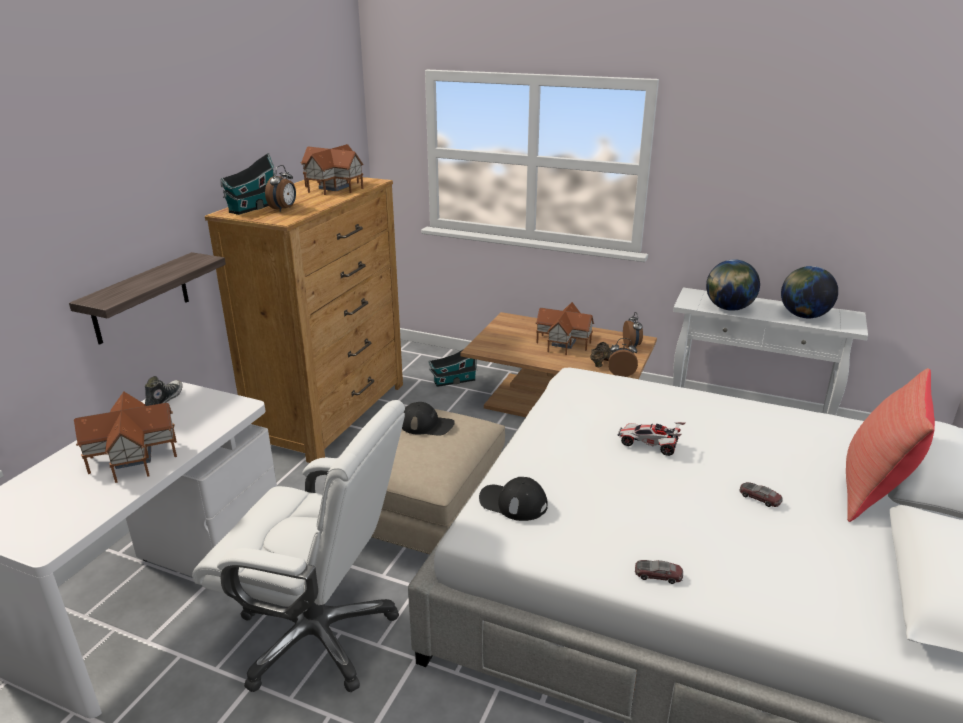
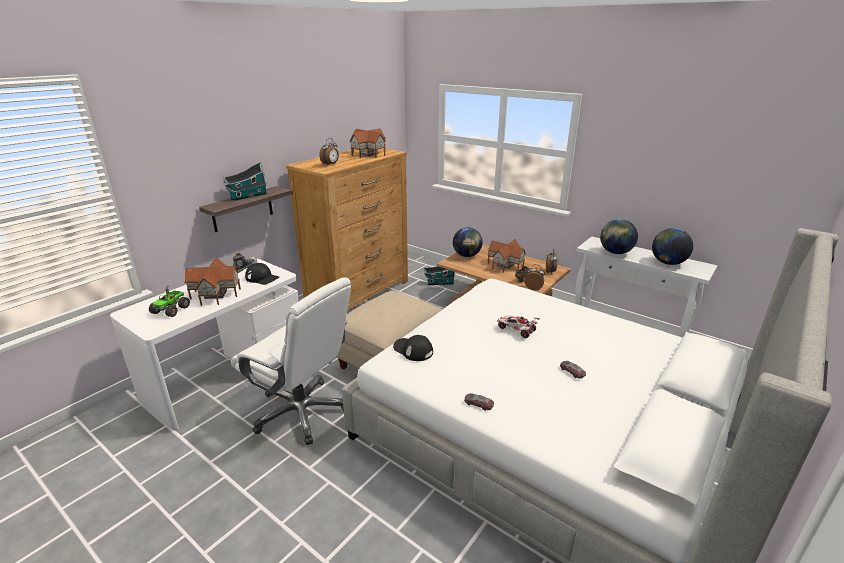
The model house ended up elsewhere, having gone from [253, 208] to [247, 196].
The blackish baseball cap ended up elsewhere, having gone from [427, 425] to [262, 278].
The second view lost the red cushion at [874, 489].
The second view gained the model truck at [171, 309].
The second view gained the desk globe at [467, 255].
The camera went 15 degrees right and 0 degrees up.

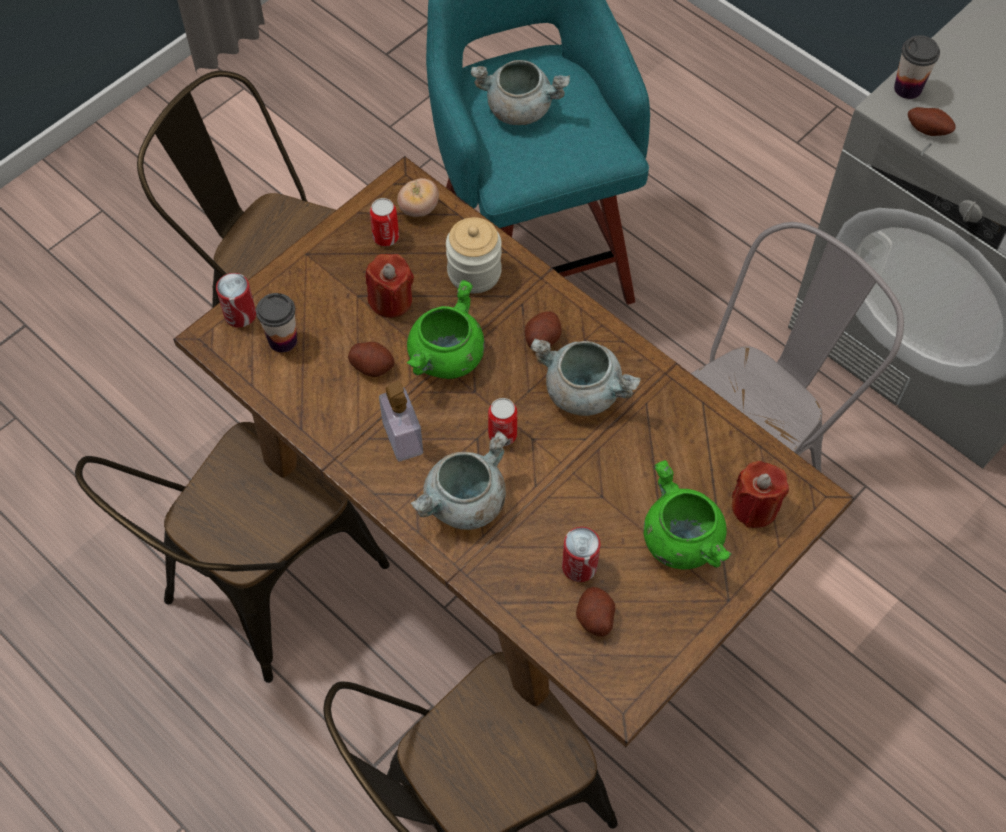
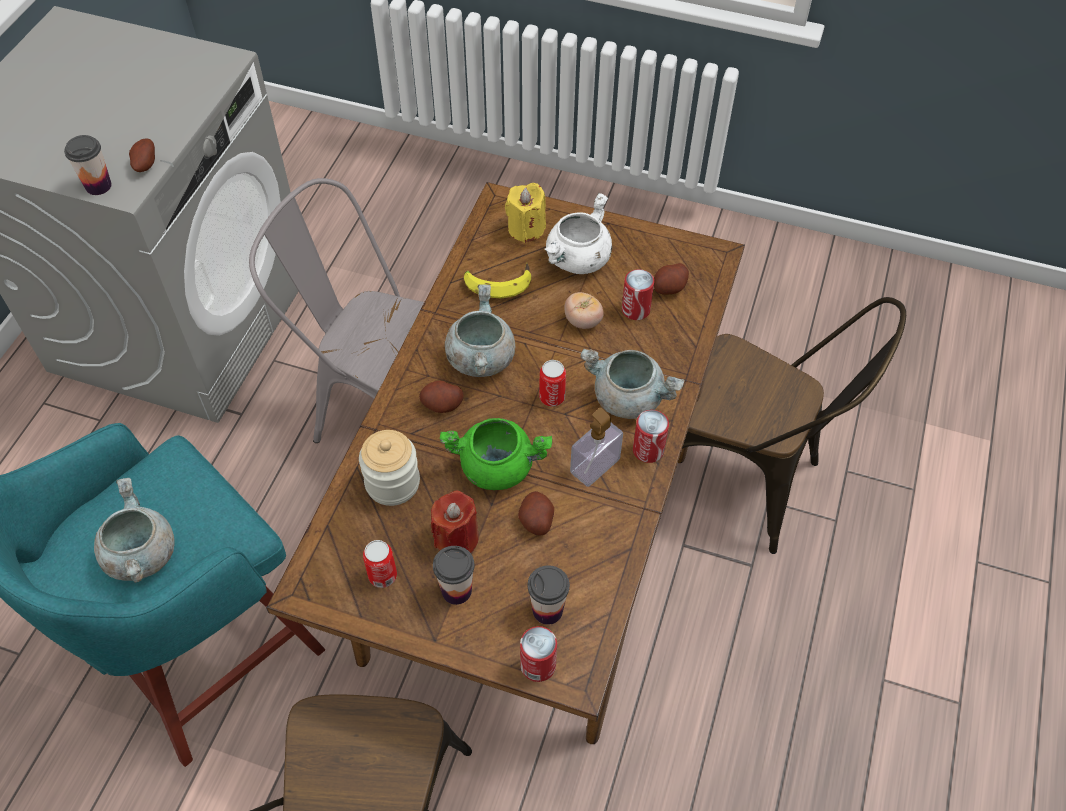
The second view lost the brown upright chair at [260, 591].
The whole tomato ended up elsewhere, having gone from [418, 209] to [583, 321].
What was the green saucepot at [681, 540] turned into the white-coloured saucepot at [578, 260].
What was the red wax light at [754, 507] turned into the yellowish wax light at [526, 228].
The second view gained the cup at [456, 590].
The second view gained the banana fruit at [498, 282].
The second view gained the metal can at [648, 450].
The camera went 115 degrees left and 5 degrees down.

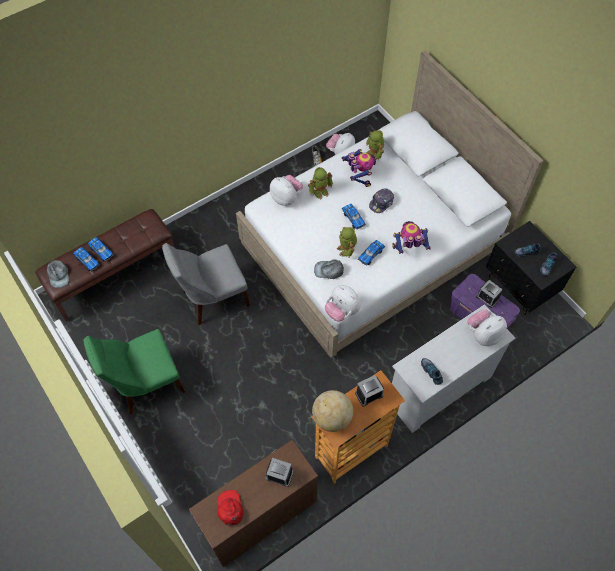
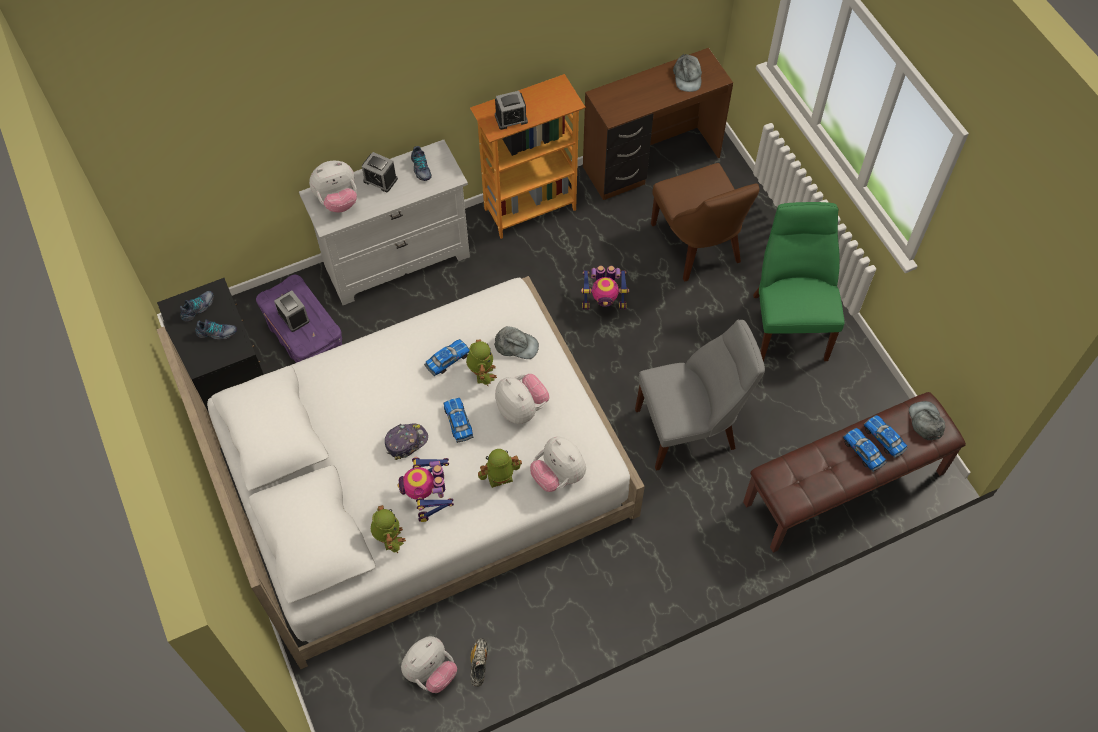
The green upright chair at [146, 384] ended up facing another way, 75 degrees counterclockwise from before.
What was the red baseball cap at [230, 508] turned into the grey baseball cap at [687, 76].
The alarm clock ended up elsewhere, having gone from [279, 475] to [380, 180].
The second view lost the desk globe at [332, 418].
The soft toy ended up elsewhere, having gone from [342, 311] to [522, 408].
The model robot ended up elsewhere, having gone from [408, 249] to [604, 302].
The second view gained the brown upright chair at [698, 246].
The camera went 170 degrees left and 0 degrees up.

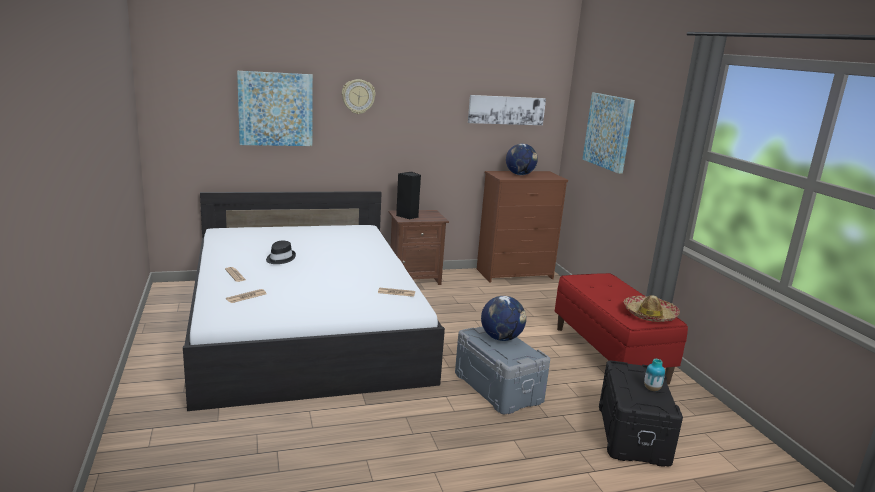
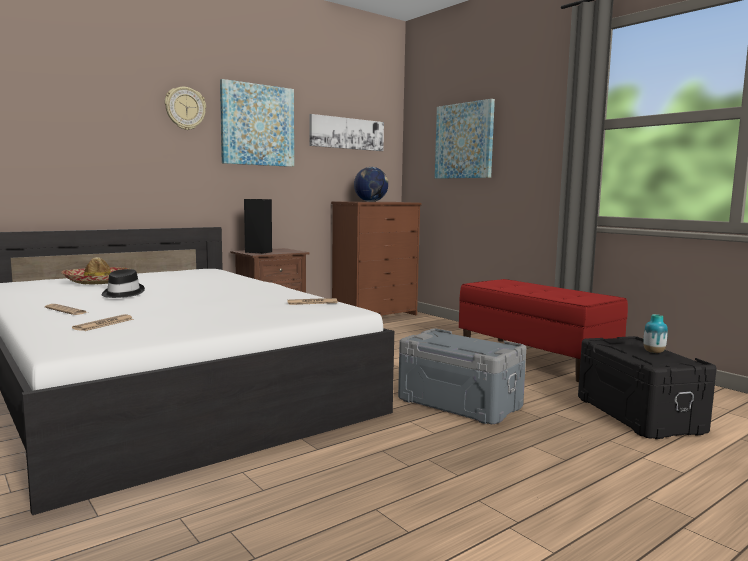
The wall art ended up elsewhere, having gone from [275, 109] to [257, 125].
The second view lost the desk globe at [501, 338].
The hat ended up elsewhere, having gone from [649, 315] to [97, 282].
The camera went 20 degrees left and 10 degrees down.

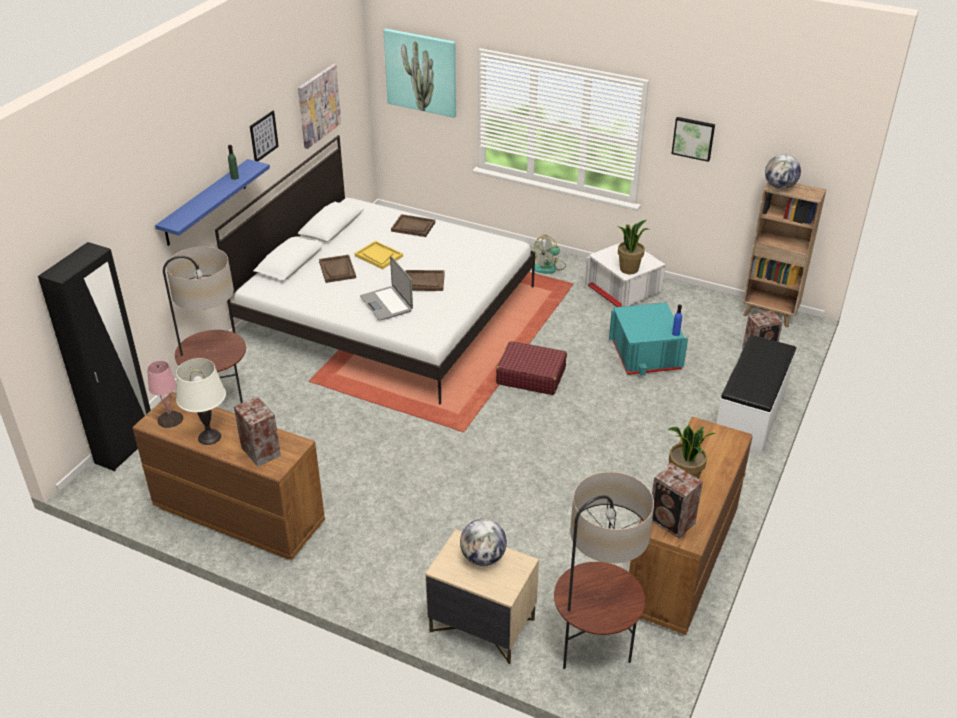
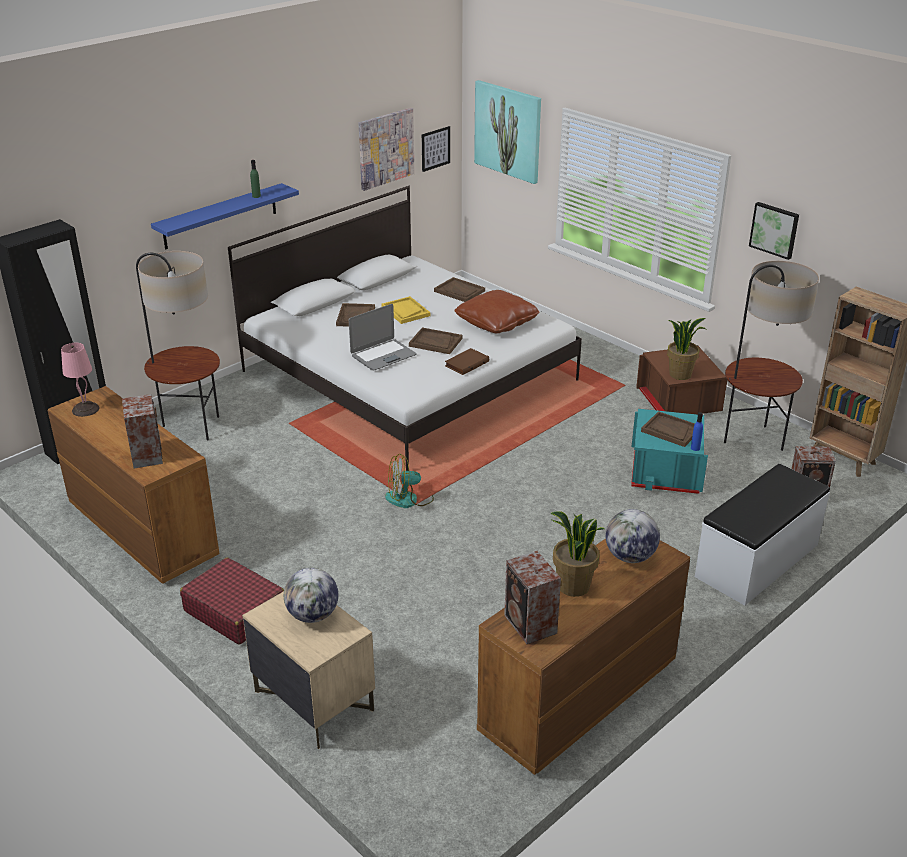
The second view lost the white-coloured tabletop lamp at [209, 437].
The wall art ended up elsewhere, having gone from [263, 136] to [435, 148].
The laptop at [386, 304] ended up facing another way, 120 degrees counterclockwise from before.
The red suitcase ended up elsewhere, having gone from [530, 376] to [234, 611].
The cooling fan ended up elsewhere, having gone from [549, 267] to [409, 498].
The floor lamp ended up elsewhere, having gone from [593, 654] to [752, 440].
What was the white-coloured storage container at [622, 291] turned into the brown storage container at [677, 402].
The desk globe ended up elsewhere, having gone from [779, 187] to [630, 557].
The second view gained the brown bound book at [466, 363].
The second view gained the brown cushion at [496, 323].
The second view gained the brown tray at [670, 430].
The camera went 20 degrees right and 5 degrees down.

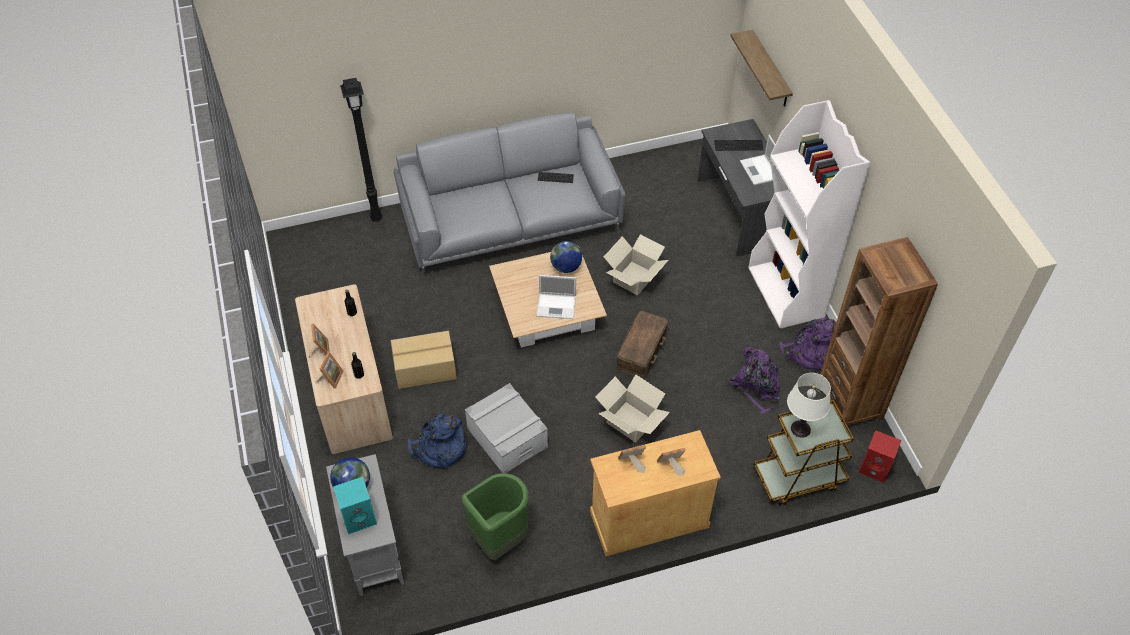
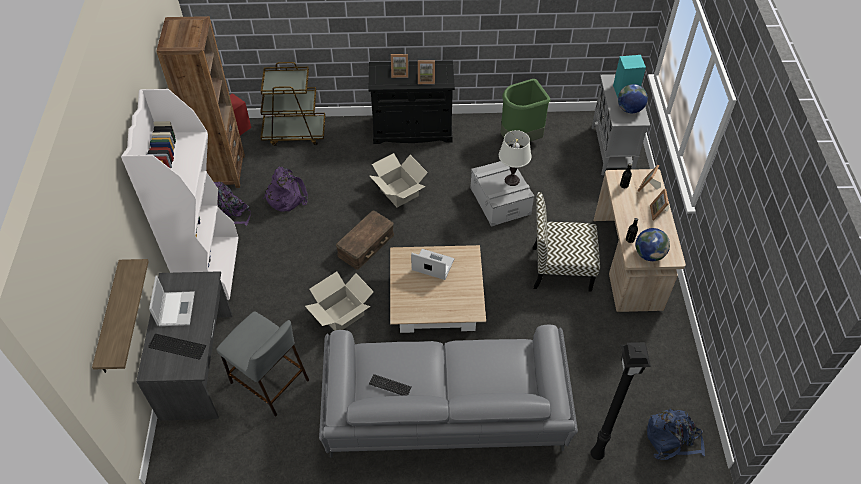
Where the cardboard box stood at [425, 369], the upright chair came to stand at [559, 269].
The bluish knapsack ended up elsewhere, having gone from [439, 449] to [672, 439].
The desk globe ended up elsewhere, having gone from [566, 267] to [649, 254].
What was the beige-coloured cabinet at [649, 519] turned into the blackish cabinet at [412, 130].
The white-coloured tabletop lamp ended up elsewhere, having gone from [800, 429] to [512, 180].
The second view gained the grey sitting stool at [268, 381].
The camera went 165 degrees left and 0 degrees up.

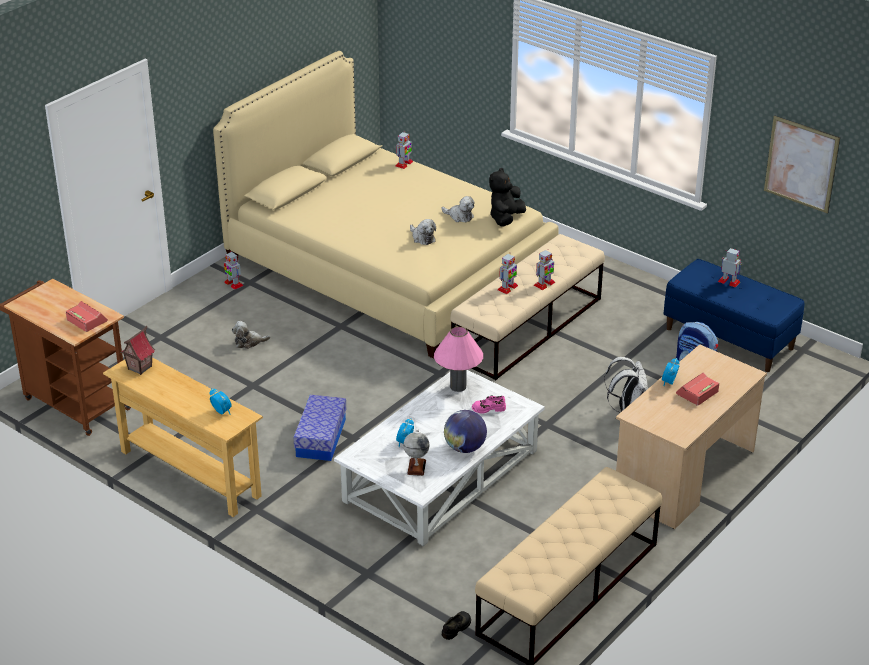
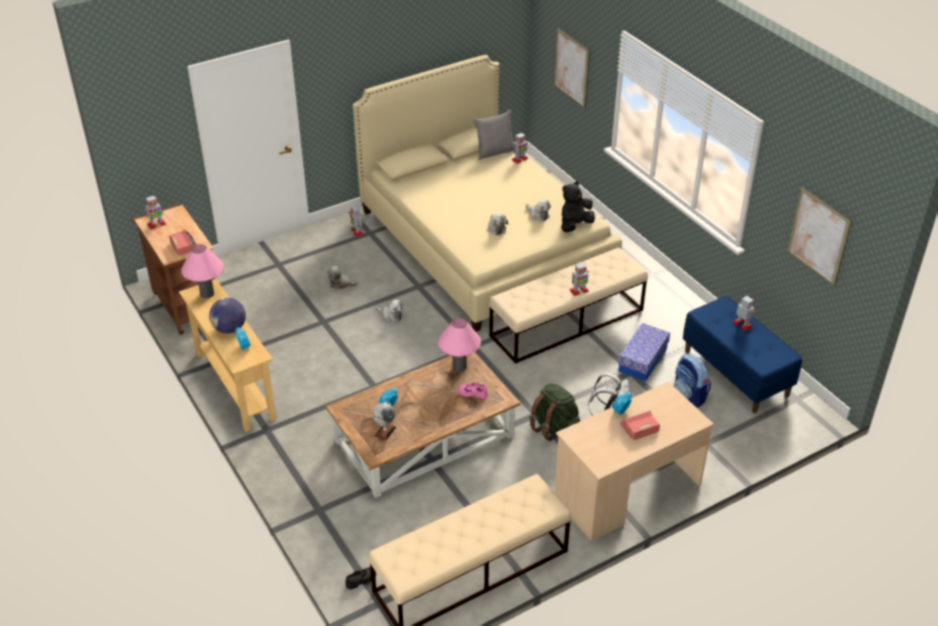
Where the model house stood at [139, 368], the pink tabletop lamp came to stand at [207, 294].
The storage container ended up elsewhere, having gone from [321, 438] to [642, 360].
What was the white-coloured lounge table at [441, 477] turned into the brown lounge table at [424, 439].
The desk globe ended up elsewhere, having gone from [465, 448] to [229, 329].
The model robot ended up elsewhere, having gone from [507, 288] to [156, 224].
The second view gained the soft toy at [391, 315].
The second view gained the grey cushion at [495, 151].
The second view gained the green knapsack at [554, 428].
The second view gained the wall art at [571, 67].
The camera went 20 degrees right and 5 degrees up.

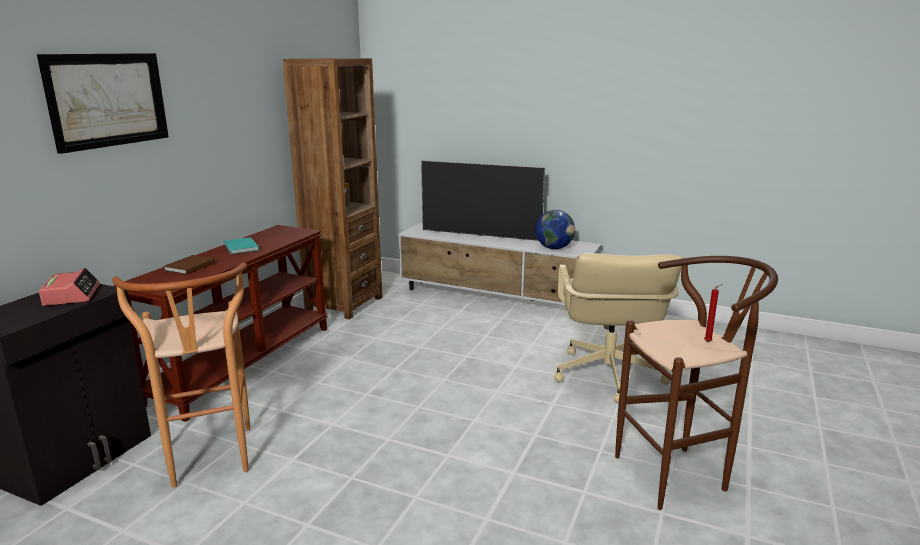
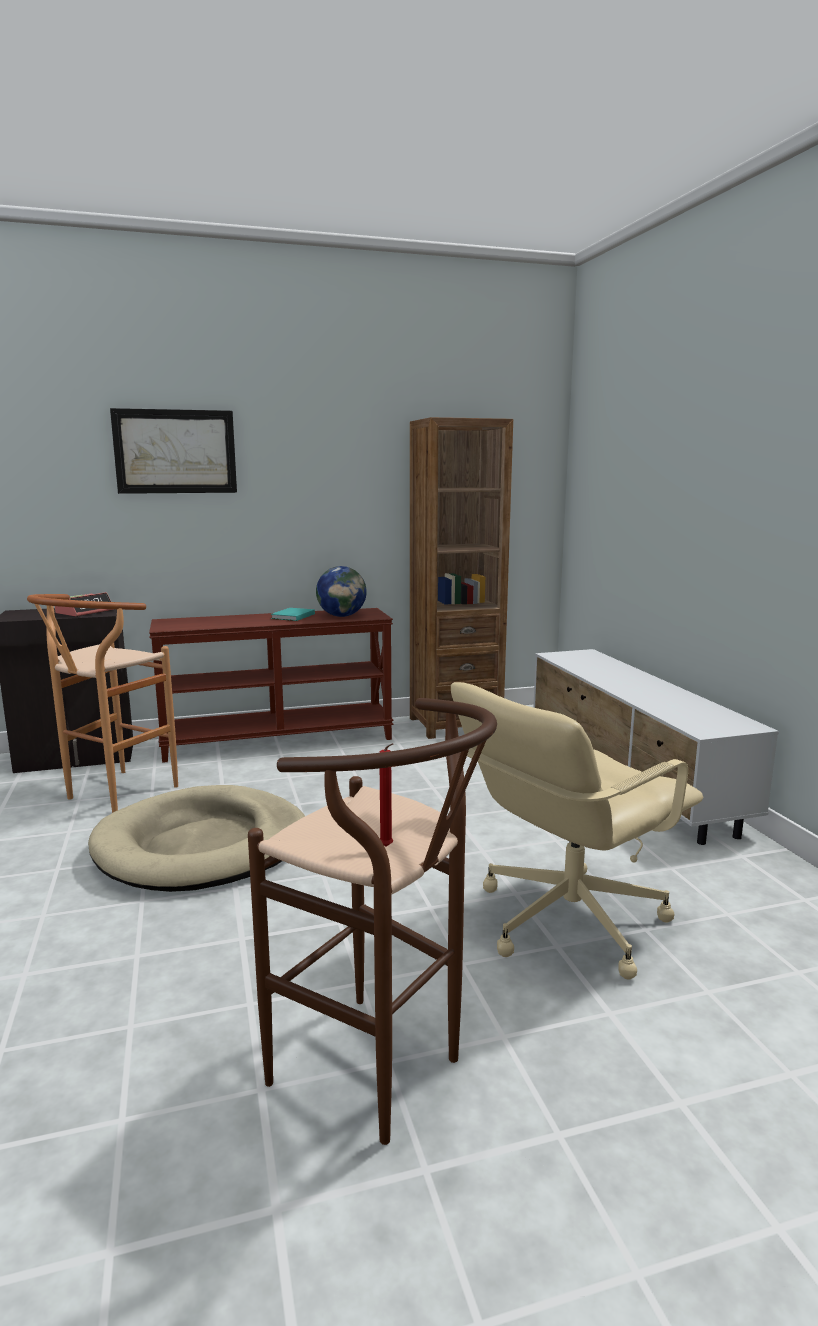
The second view lost the brown bound book at [188, 267].
The second view lost the television at [480, 235].
The desk globe ended up elsewhere, having gone from [554, 248] to [342, 616].
The second view gained the beige-coloured pet bed at [203, 846].
The camera went 50 degrees right and 5 degrees down.

